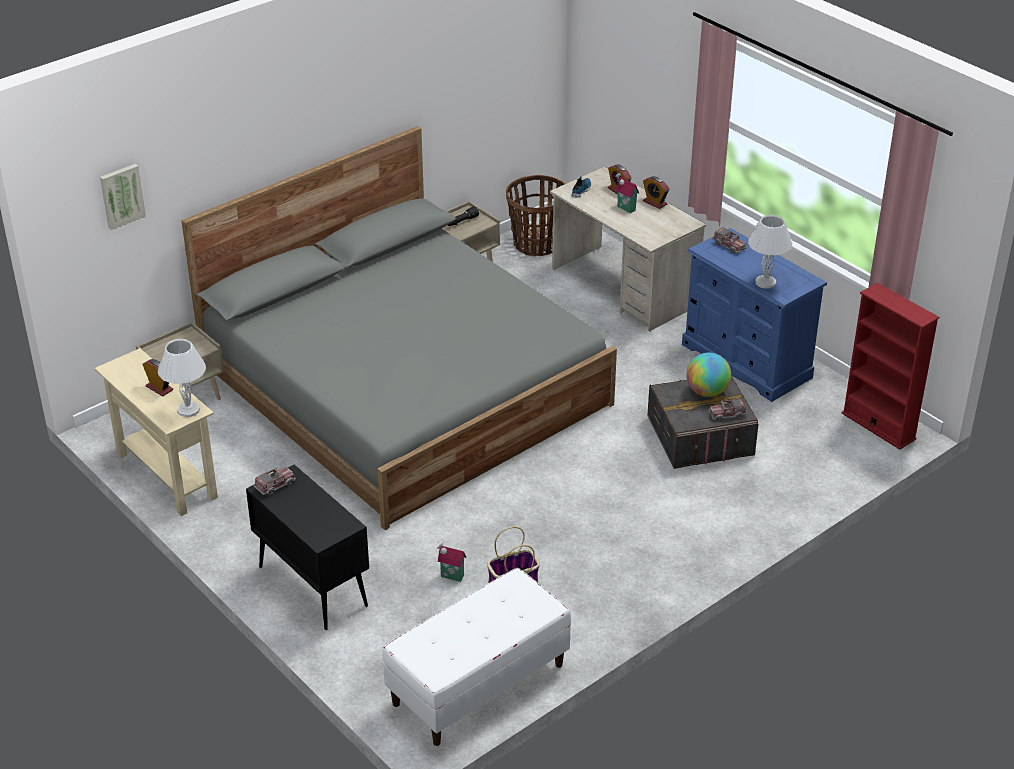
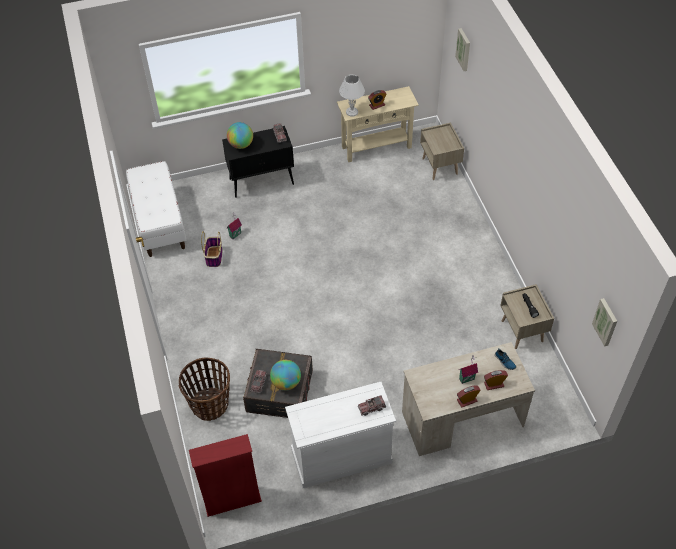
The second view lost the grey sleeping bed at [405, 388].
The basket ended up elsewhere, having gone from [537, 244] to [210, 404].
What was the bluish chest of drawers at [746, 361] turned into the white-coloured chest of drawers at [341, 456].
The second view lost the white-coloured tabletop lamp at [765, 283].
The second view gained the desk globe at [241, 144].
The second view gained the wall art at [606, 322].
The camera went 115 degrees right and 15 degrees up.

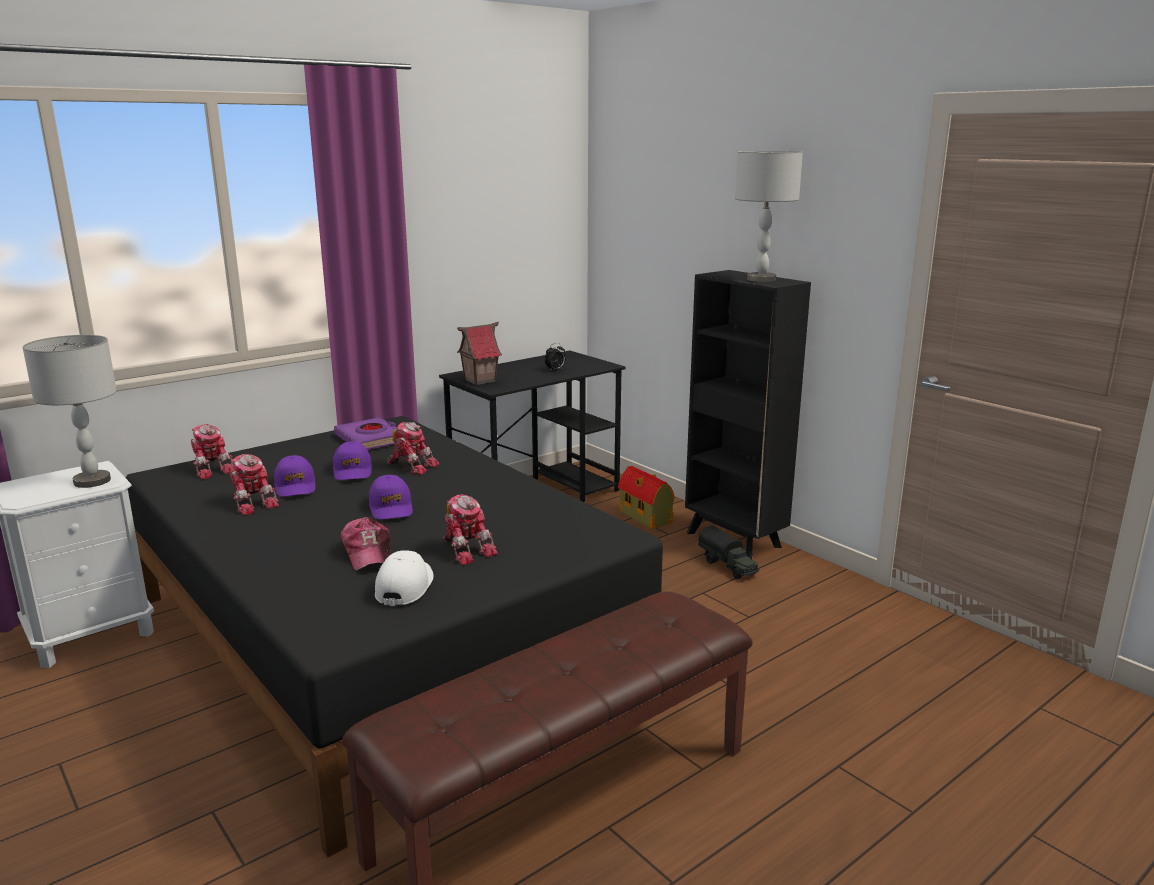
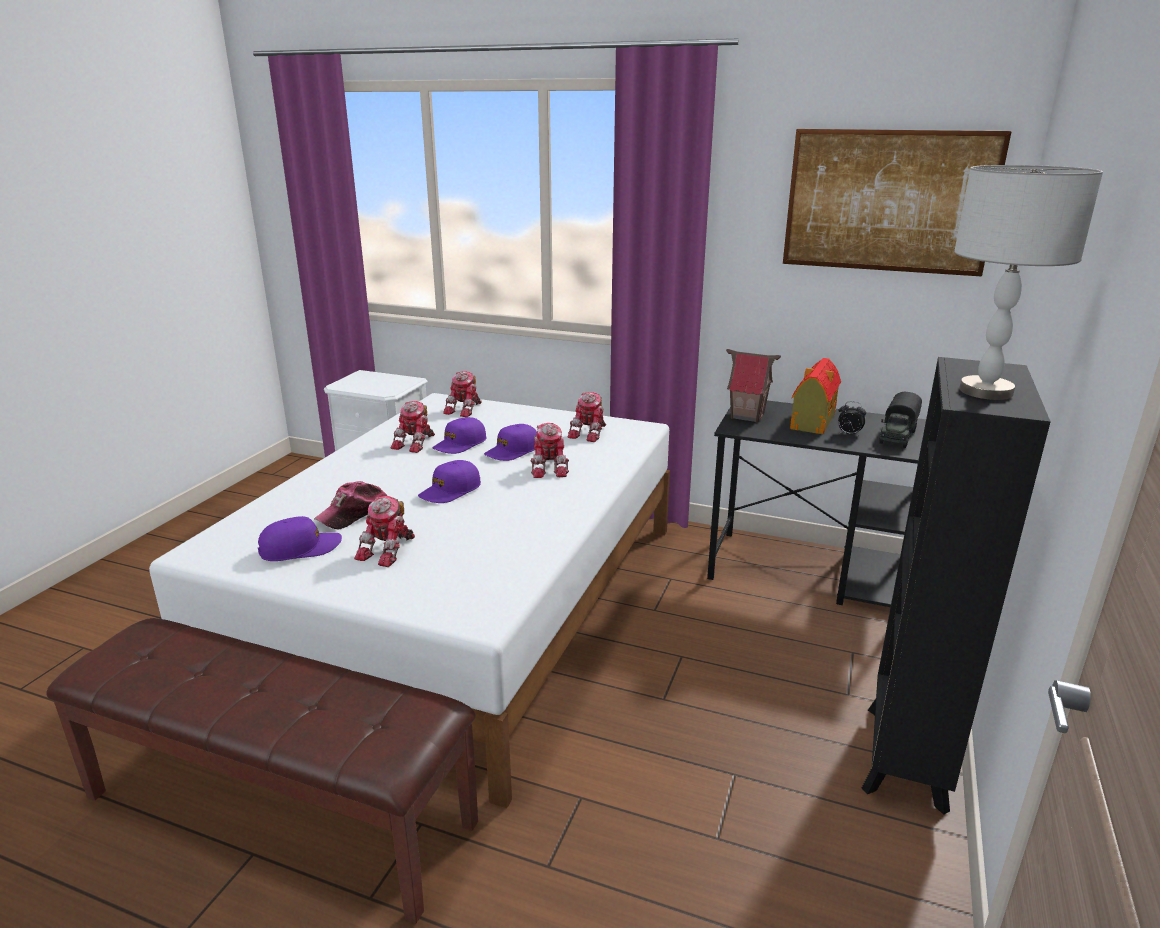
The second view lost the grey tabletop lamp at [91, 481].
What was the blackish sleeping bed at [383, 639] turned into the white-coloured sleeping bed at [465, 604].
Where the purple bound book stood at [370, 439], the model robot came to stand at [590, 433].
What was the white-coloured baseball cap at [405, 586] turned into the purple baseball cap at [300, 548].
The model house ended up elsewhere, having gone from [646, 517] to [812, 421].
The model truck ended up elsewhere, having gone from [728, 566] to [897, 436].
The second view gained the wall art at [888, 201].
The camera went 60 degrees right and 5 degrees up.

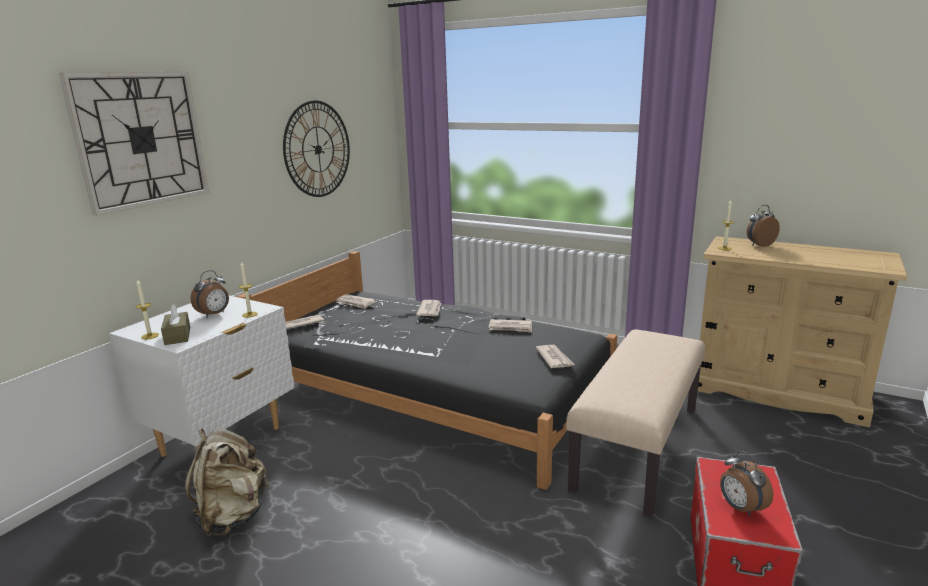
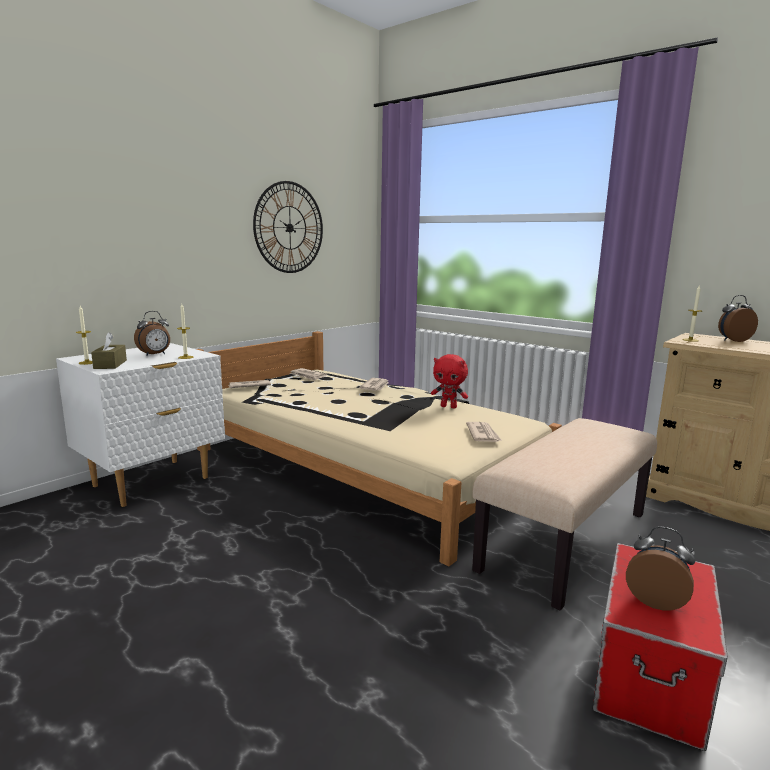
The second view lost the clock on the wall at [141, 139].
The second view lost the beige-coloured knapsack at [232, 516].
What was the blackish sleeping bed at [431, 393] turned into the beige-coloured sleeping bed at [364, 467].
Where the daily paper stood at [510, 328], the red soft toy came to stand at [449, 407].
The alarm clock at [740, 508] ended up facing another way, 135 degrees clockwise from before.
The camera went 10 degrees right and 5 degrees down.

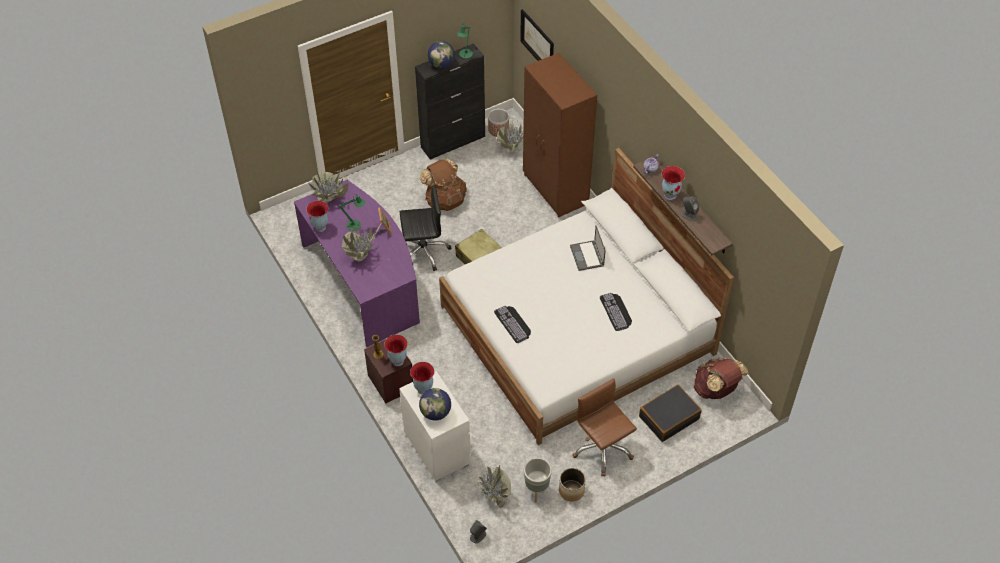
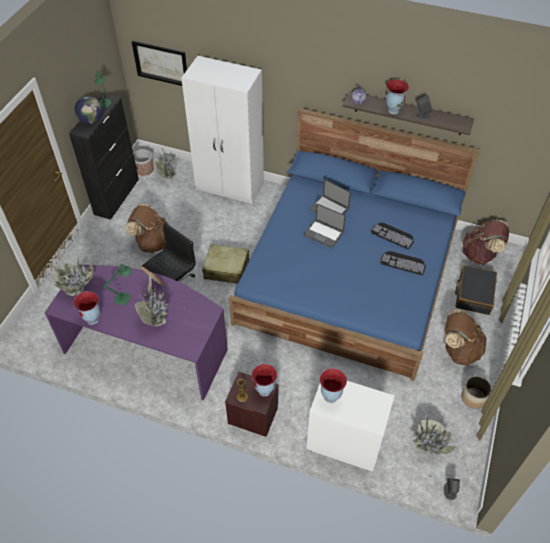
The second view lost the desk globe at [435, 413].
What was the white-coloured sleeping bed at [577, 329] turned into the bluish sleeping bed at [349, 274].
The keyboard ended up elsewhere, having gone from [514, 323] to [403, 262].
What was the brown wardrobe at [555, 190] turned into the white-coloured wardrobe at [230, 187].
The second view lost the grey plant pot at [536, 491].
Where the brown computer chair stood at [602, 449], the brown knapsack came to stand at [458, 350].
The second view gained the laptop at [324, 233].
The camera went 40 degrees left and 0 degrees up.

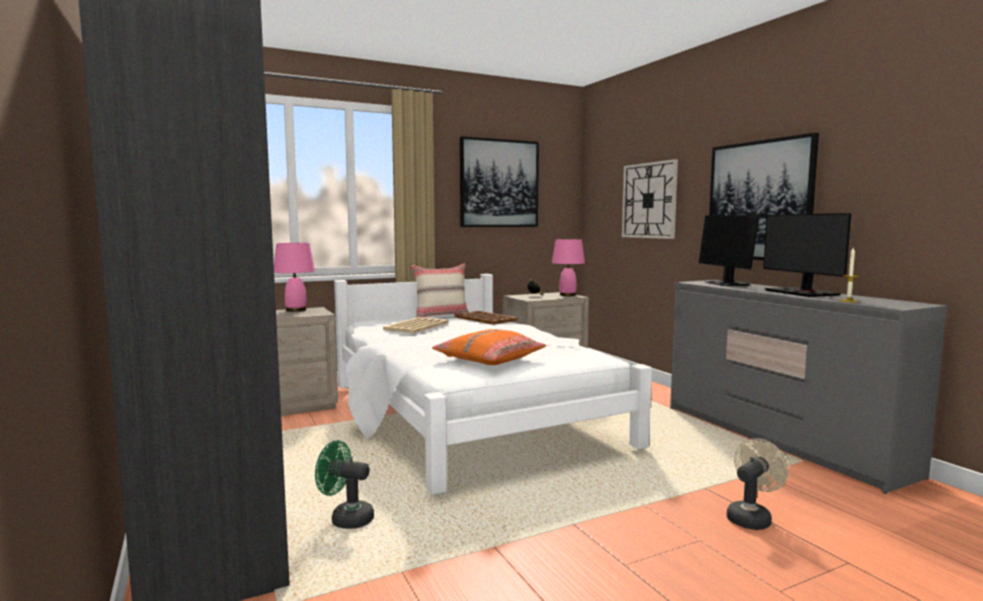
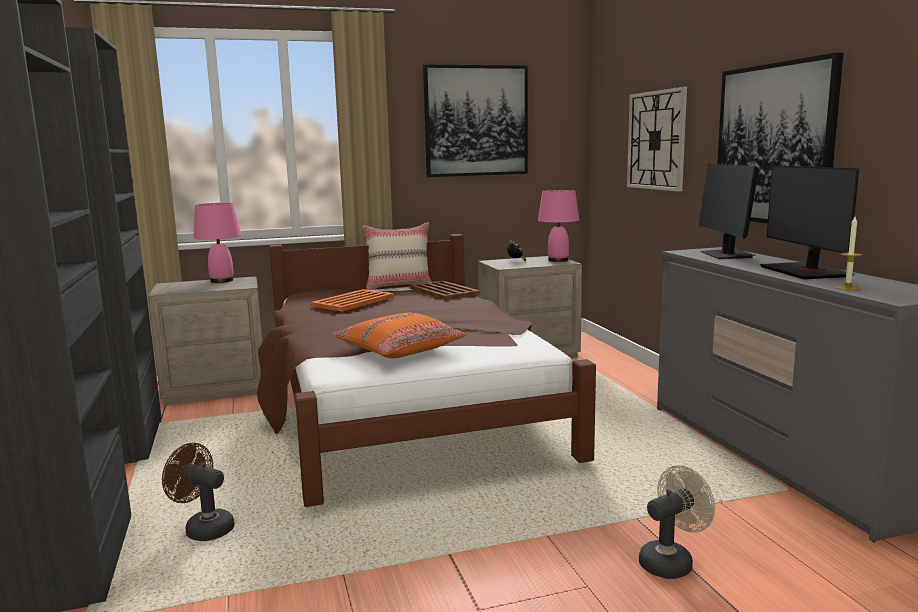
What was the green cooling fan at [346, 518] turned into the brown cooling fan at [204, 528].
What was the white-coloured sleeping bed at [467, 416] turned into the brown sleeping bed at [404, 410].
What was the beige-coloured tray at [417, 326] turned into the orange tray at [354, 301].
The camera went 10 degrees right and 5 degrees up.

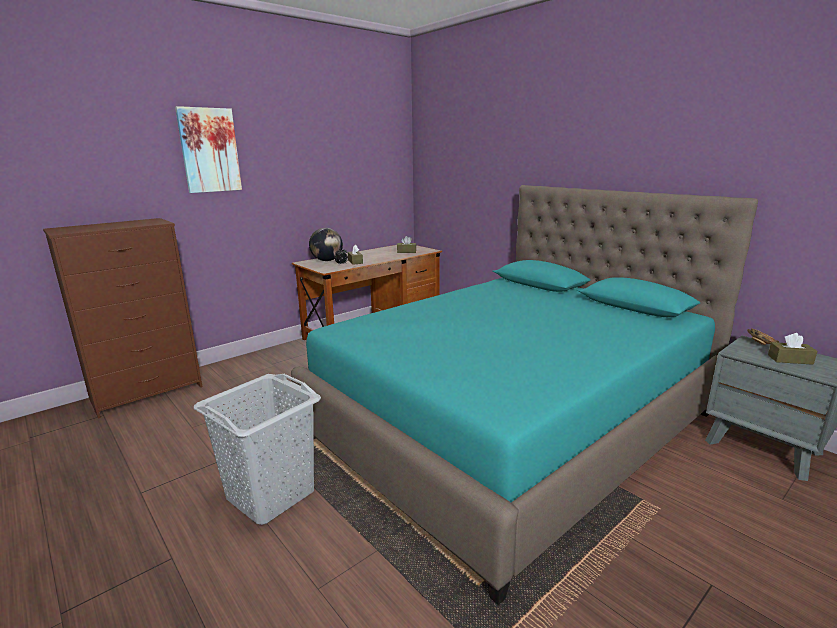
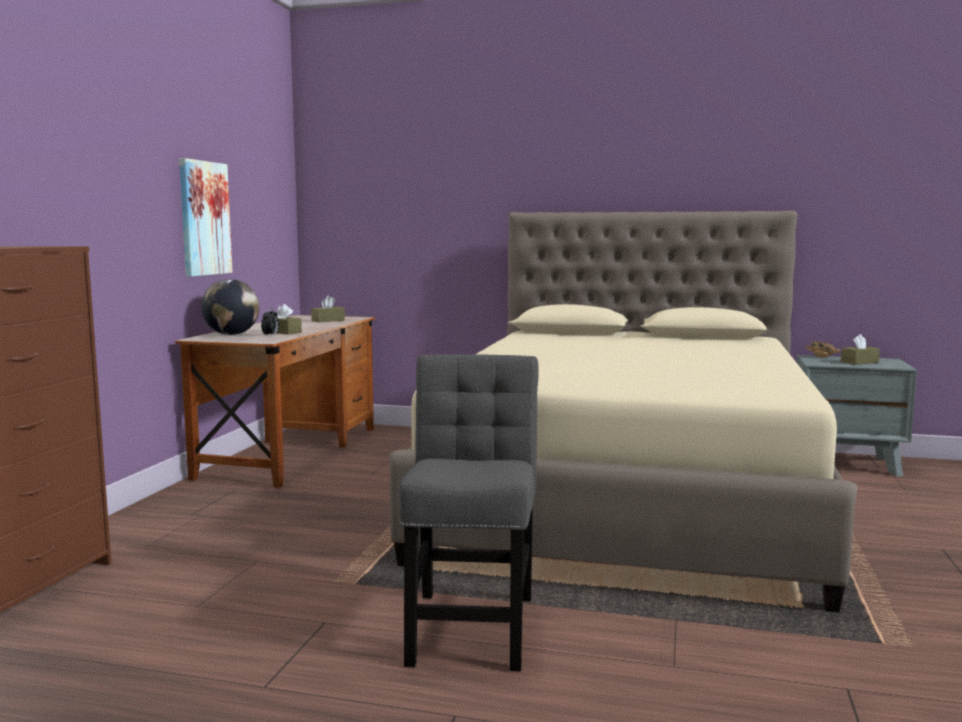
The wall art ended up elsewhere, having gone from [209, 150] to [204, 218].
Where the grey washing basket stood at [271, 495], the grey upright chair came to stand at [471, 624].
What was the turquoise-coloured sleeping bed at [511, 424] turned into the beige-coloured sleeping bed at [627, 497].
The camera went 35 degrees left and 10 degrees down.

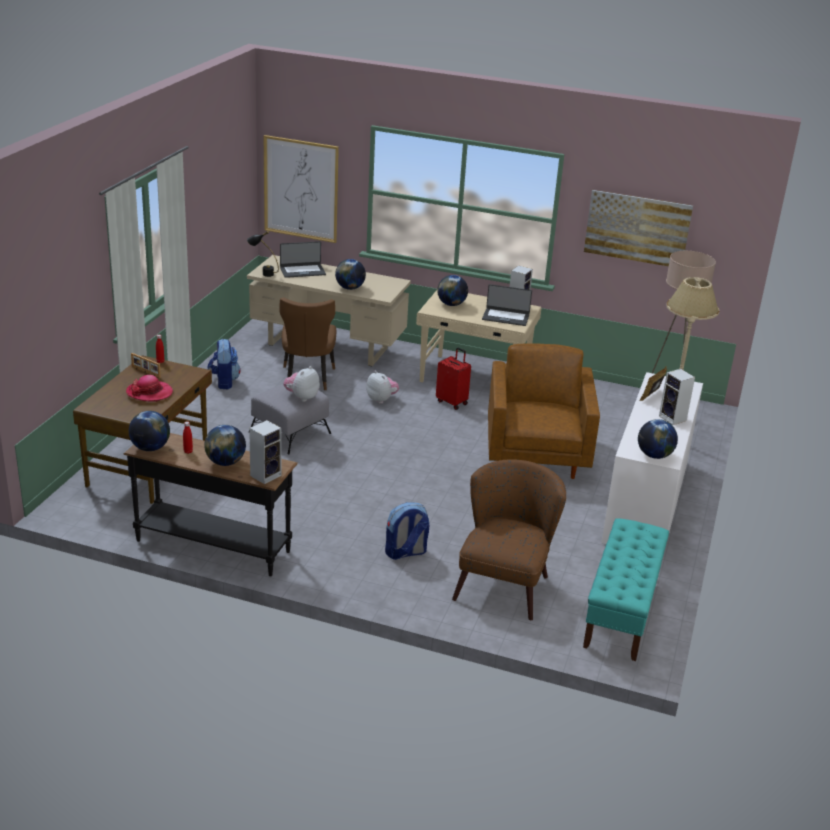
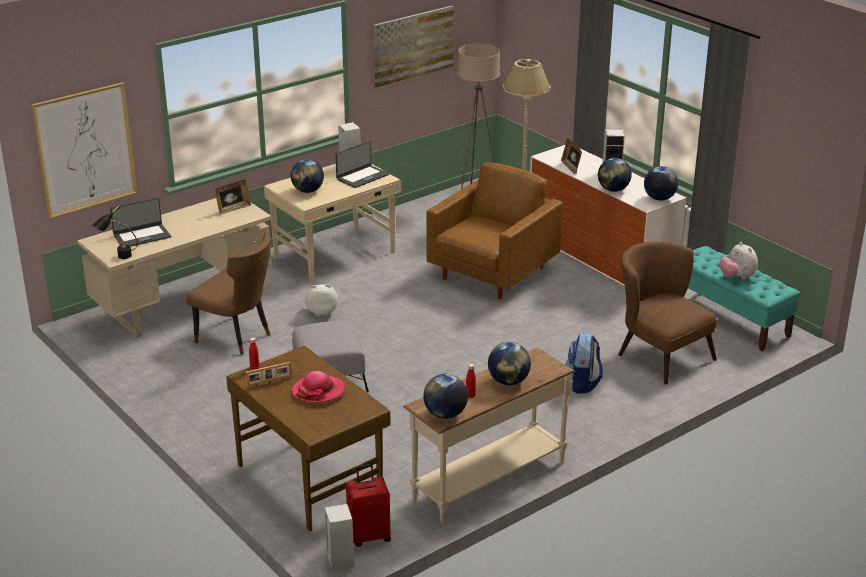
What was the blackish console table at [213, 545] turned into the beige-coloured console table at [488, 479].
The second view lost the knapsack at [224, 382].
The audio speaker ended up elsewhere, having gone from [266, 475] to [339, 559].
The laptop at [302, 271] ended up facing another way, 45 degrees clockwise from before.
The soft toy ended up elsewhere, having gone from [302, 397] to [737, 277].
The desk globe ended up elsewhere, having gone from [350, 288] to [613, 190].
The red suitcase ended up elsewhere, having gone from [452, 402] to [369, 536].
The brown lounge chair at [536, 455] ended up facing another way, 90 degrees clockwise from before.
The second view gained the photo frame at [233, 209].
The camera went 55 degrees left and 0 degrees up.

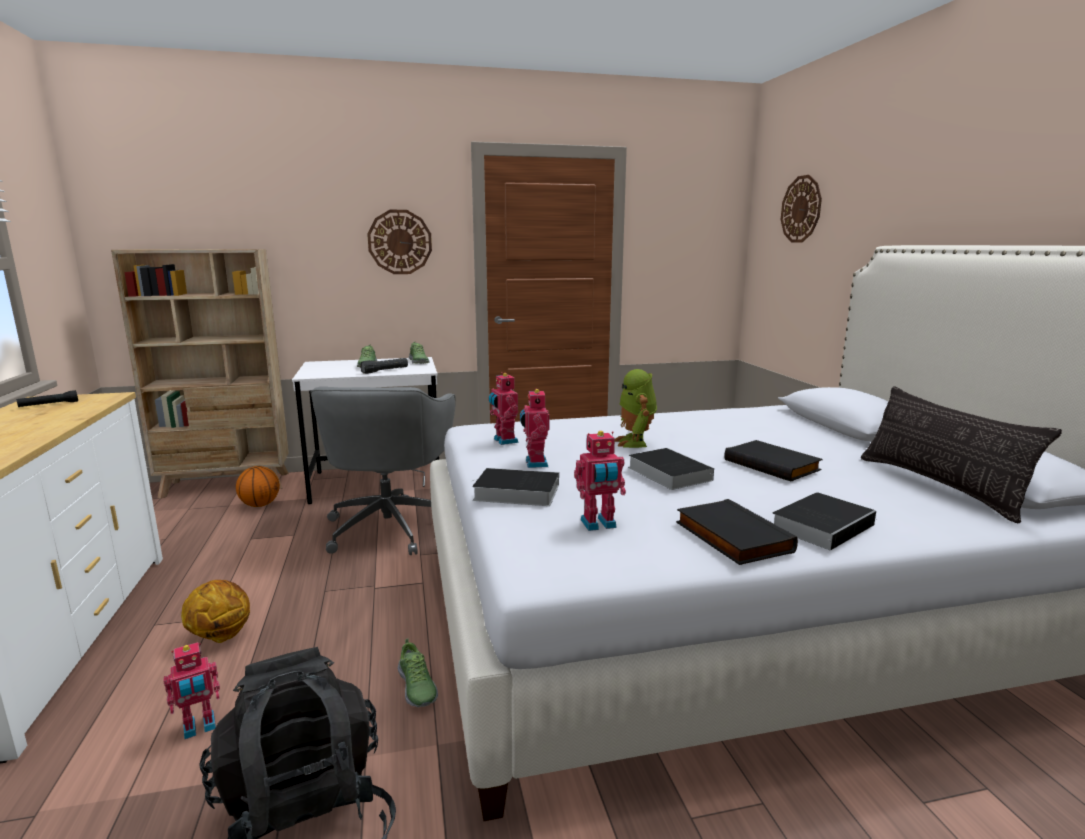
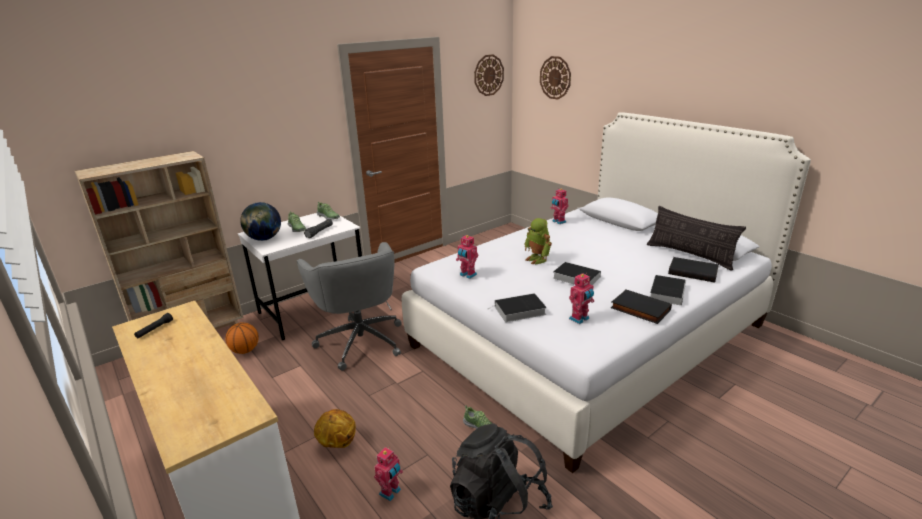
The clock on the wall ended up elsewhere, having gone from [400, 242] to [488, 75].
The model robot ended up elsewhere, having gone from [534, 463] to [558, 222].
The blackish bound book ended up elsewhere, having gone from [773, 465] to [693, 272].
The second view gained the desk globe at [264, 239].
The camera went 25 degrees left and 10 degrees up.

